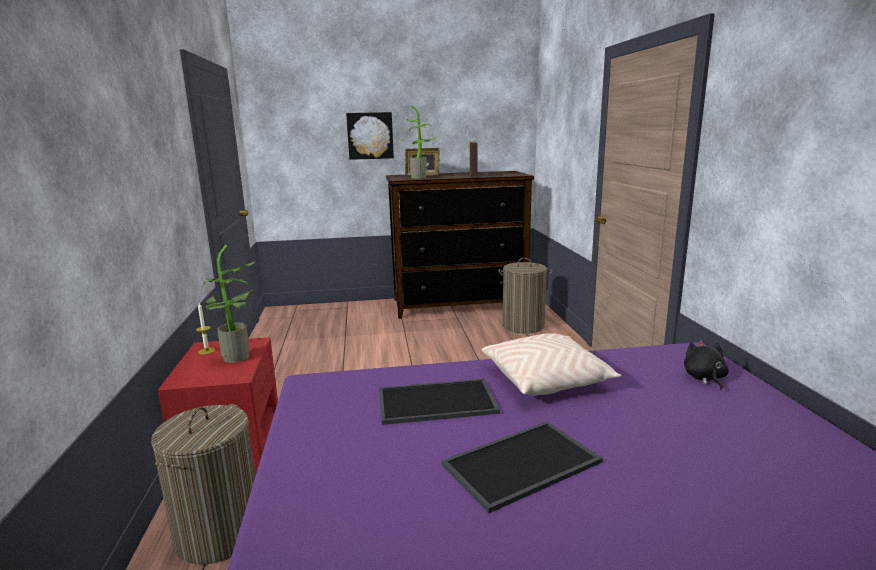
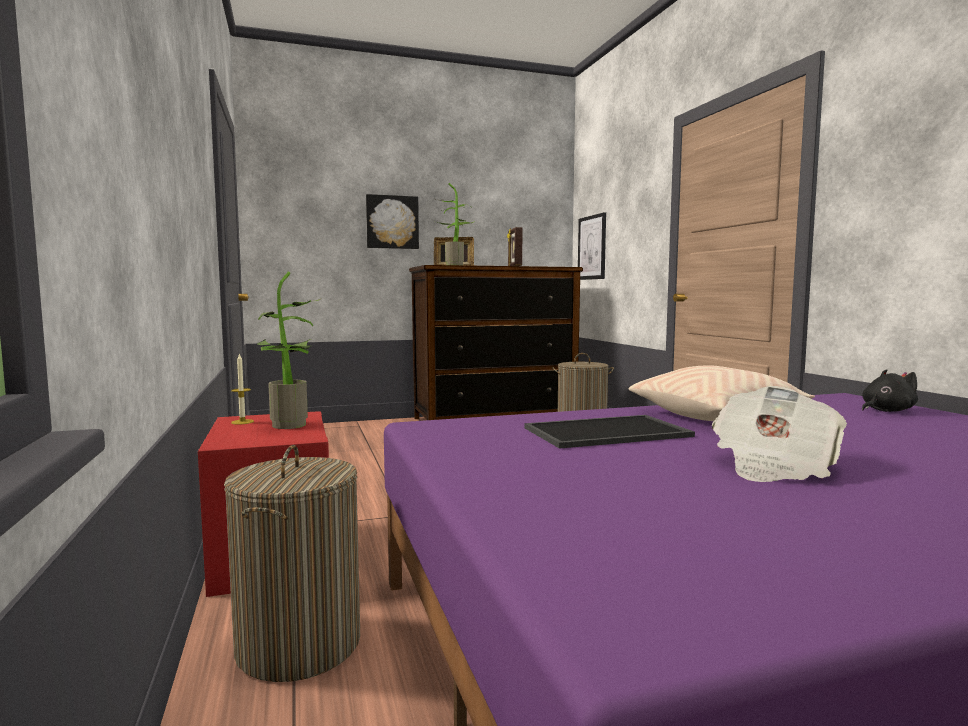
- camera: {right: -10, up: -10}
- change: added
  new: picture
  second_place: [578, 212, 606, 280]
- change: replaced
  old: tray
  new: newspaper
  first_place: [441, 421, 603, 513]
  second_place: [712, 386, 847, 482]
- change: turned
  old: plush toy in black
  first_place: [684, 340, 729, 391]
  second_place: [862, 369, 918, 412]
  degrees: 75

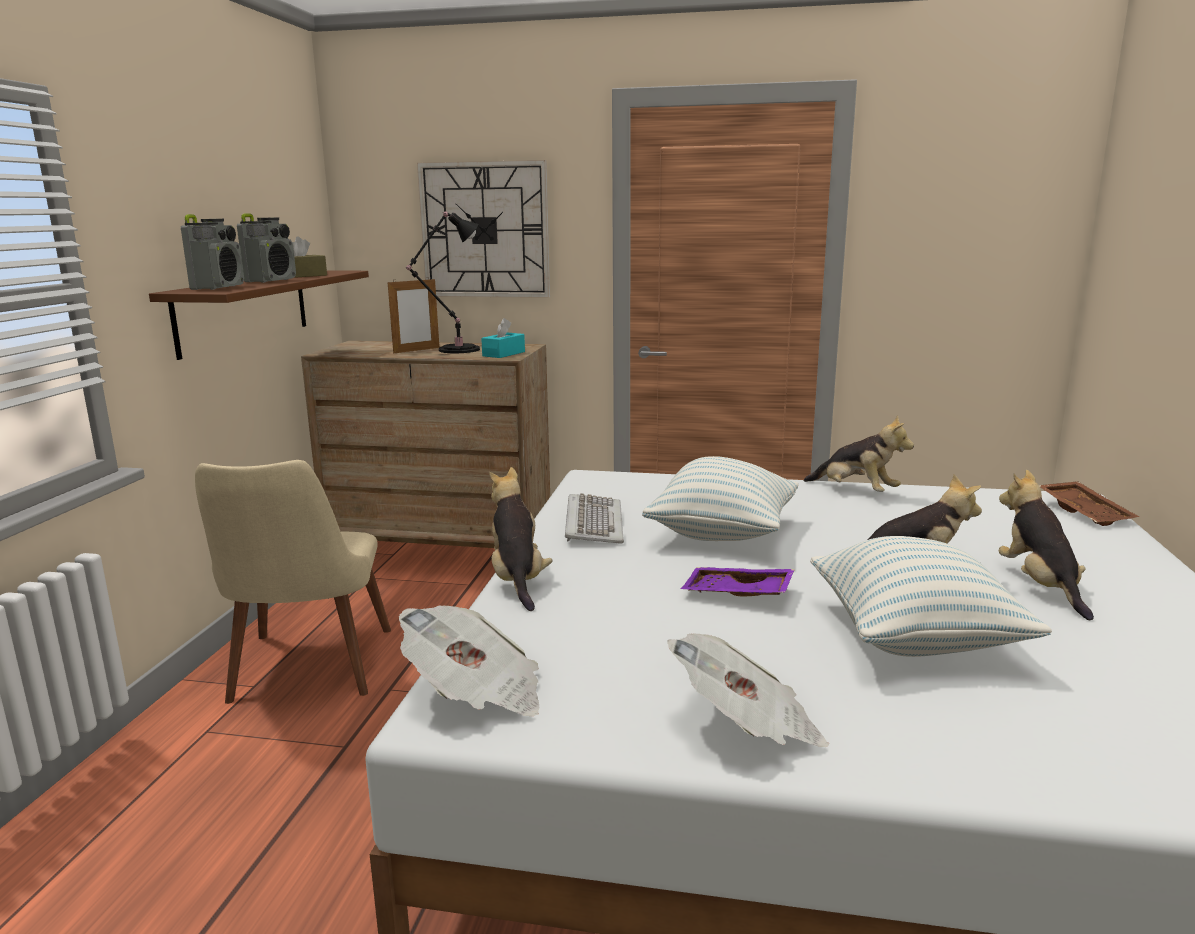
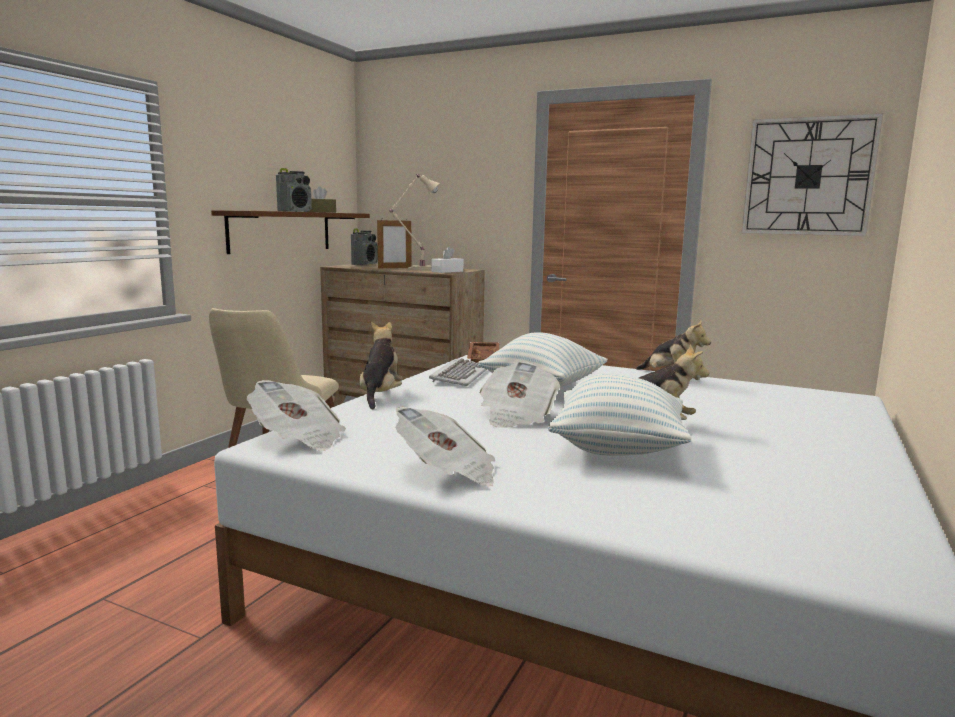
- camera: {right: 15, up: -5}
- change: removed
  old: plush toy
  first_place: [999, 470, 1094, 621]
- change: moved
  old: radio
  first_place: [181, 214, 244, 290]
  second_place: [351, 228, 378, 265]
- change: moved
  old: wall clock
  first_place: [417, 160, 550, 298]
  second_place: [741, 113, 883, 236]
- change: moved
  old: tray in brown
  first_place: [1039, 481, 1140, 526]
  second_place: [467, 342, 499, 363]
- change: replaced
  old: tray in purple
  new: newspaper
  first_place: [681, 567, 795, 597]
  second_place: [480, 361, 560, 428]
- change: recoloured
  old: table lamp in black
  new: table lamp in beige
  first_place: [406, 212, 480, 353]
  second_place: [390, 174, 440, 270]
- change: recoloured
  old: tissue box in turquoise
  new: tissue box in white
  first_place: [481, 318, 525, 358]
  second_place: [432, 246, 463, 273]

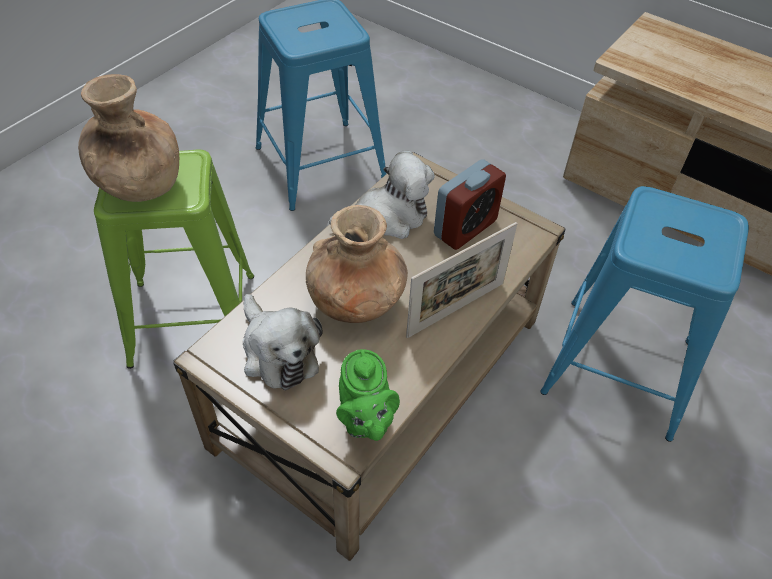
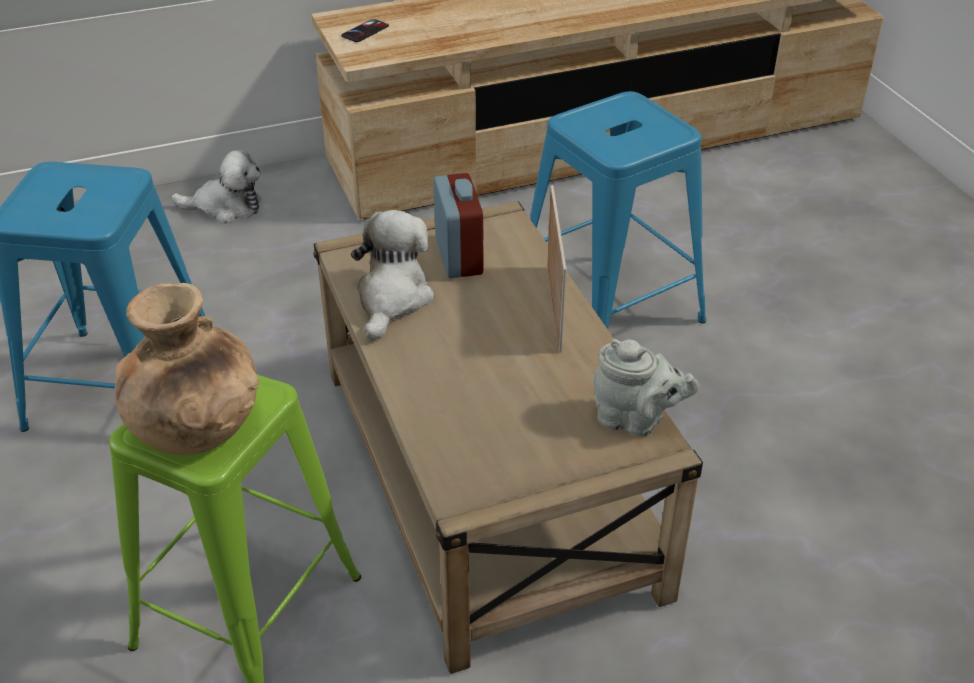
- camera: {right: -55, up: -10}
- change: removed
  old: vase in brown
  first_place: [306, 205, 408, 323]
- change: added
  new: phone
  second_place: [341, 19, 389, 42]
- change: moved
  old: plush toy
  first_place: [243, 294, 323, 391]
  second_place: [171, 150, 261, 223]
- change: recoloured
  old: teapot in green
  new: teapot in grey
  first_place: [336, 349, 400, 441]
  second_place: [593, 339, 700, 436]

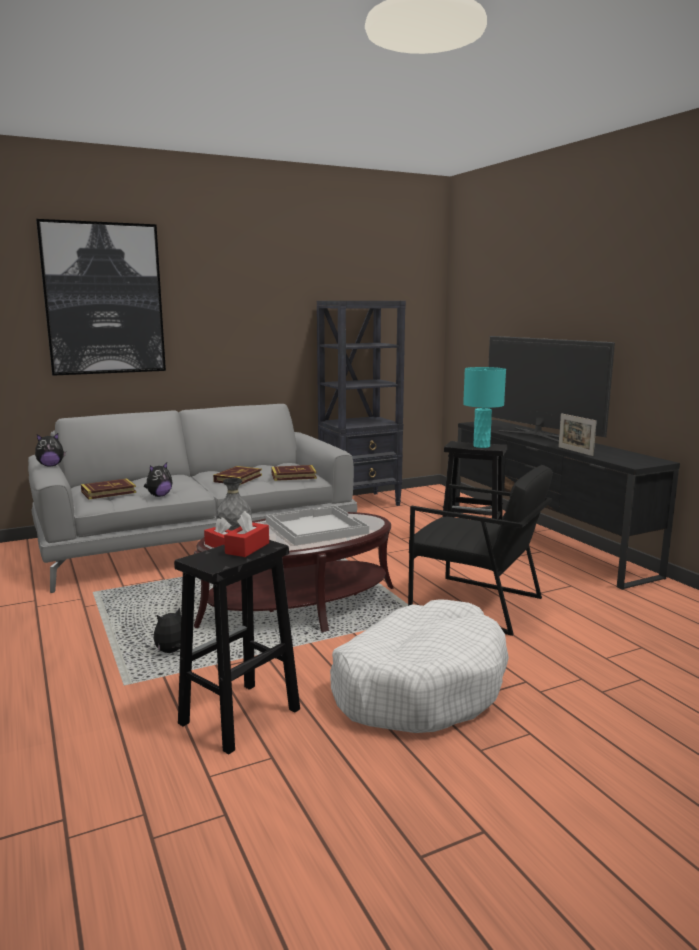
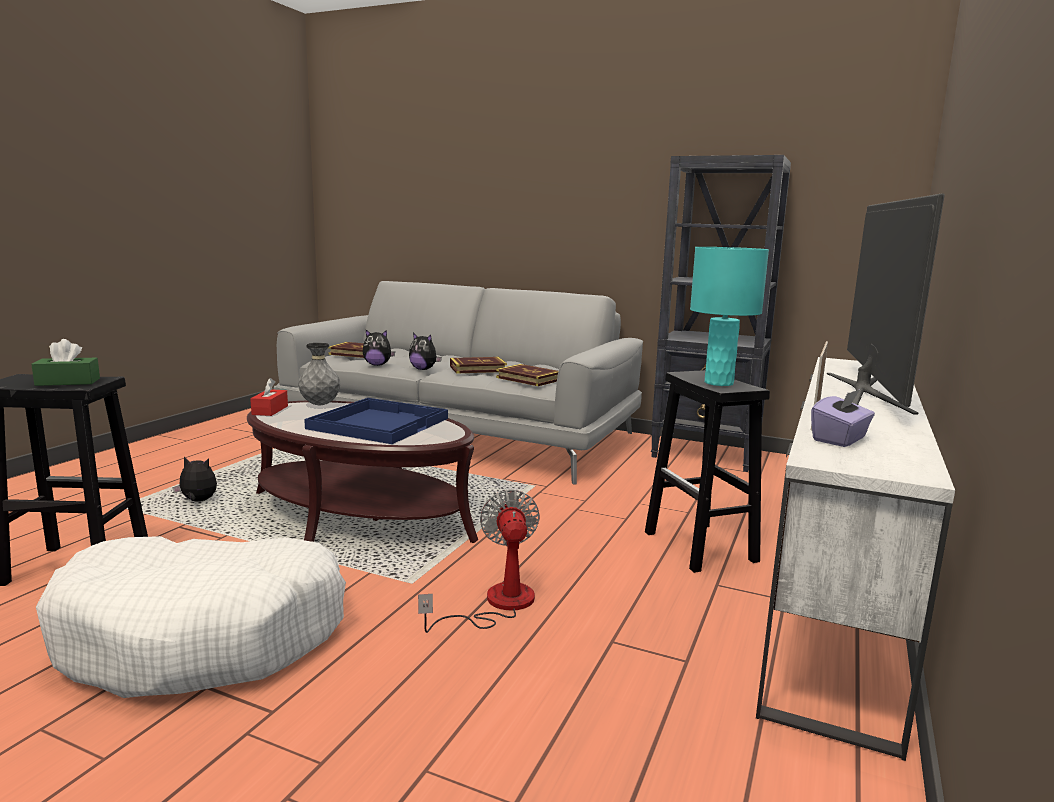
- camera: {right: 50, up: 0}
- change: removed
  old: picture
  first_place: [36, 219, 166, 376]
- change: added
  new: tissue box in purple
  second_place: [811, 389, 875, 447]
- change: moved
  old: plush toy
  first_place: [35, 433, 66, 466]
  second_place: [409, 333, 442, 370]
- change: replaced
  old: armchair in black
  new: fan
  first_place: [408, 465, 552, 636]
  second_place: [418, 489, 540, 633]
- change: recoloured
  old: tissue box in red
  new: tissue box in green
  first_place: [224, 511, 269, 557]
  second_place: [31, 339, 100, 386]
- change: recoloured
  old: tray in white
  new: tray in blue
  first_place: [266, 505, 369, 546]
  second_place: [304, 398, 448, 444]
- change: recoloured
  old: tv stand in black
  new: tv stand in white
  first_place: [455, 420, 680, 590]
  second_place: [756, 357, 955, 761]

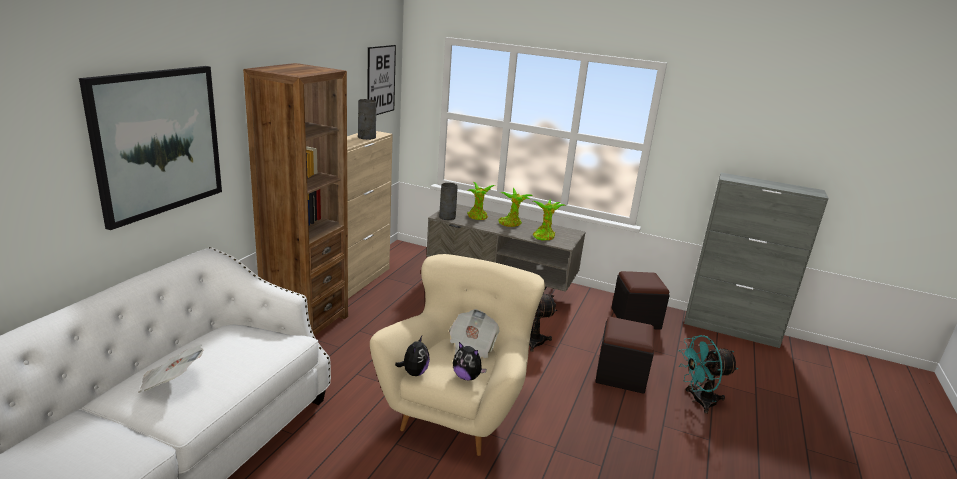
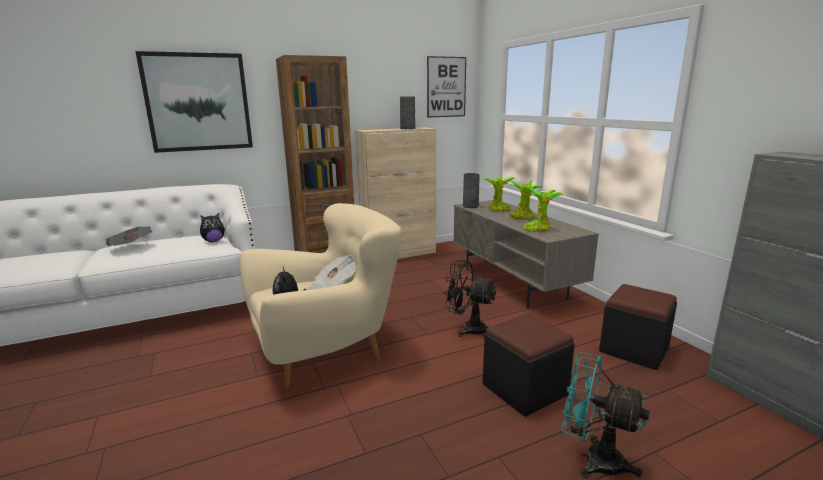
- camera: {right: 45, up: -5}
- change: moved
  old: plush toy
  first_place: [395, 336, 430, 376]
  second_place: [200, 213, 225, 242]

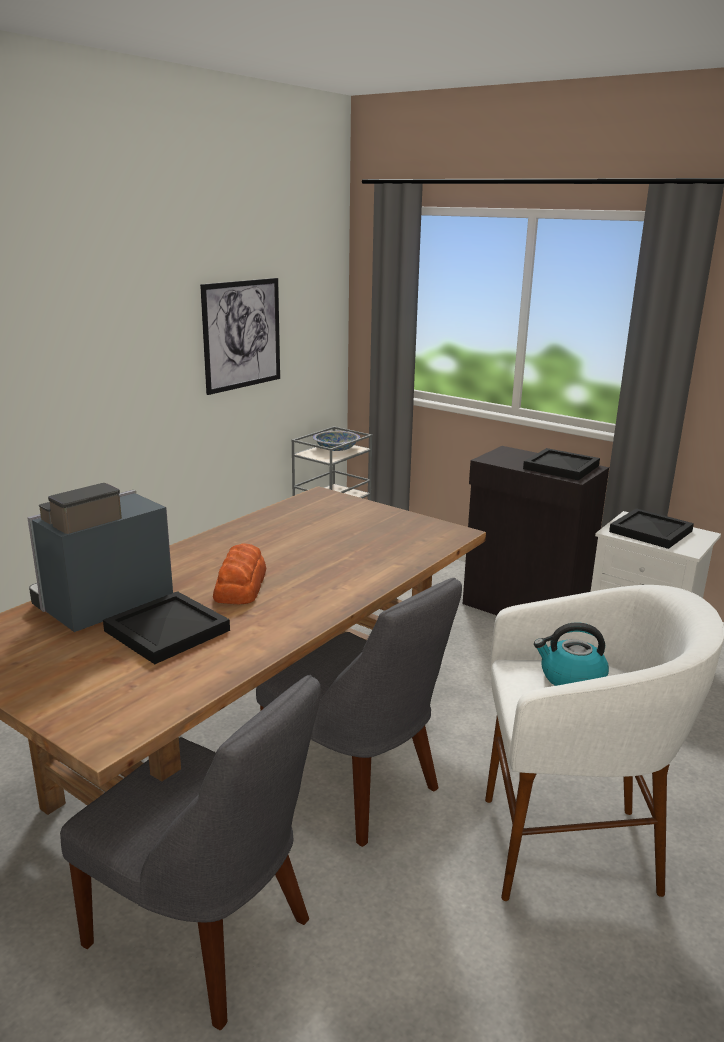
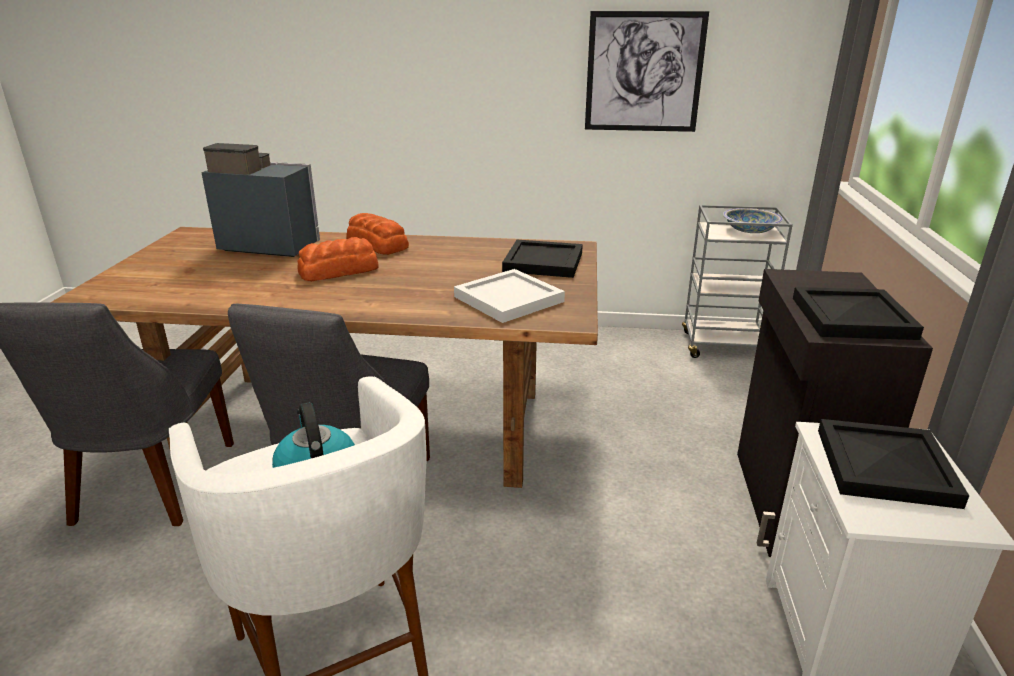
- camera: {right: 60, up: 5}
- change: added
  new: bread
  second_place: [346, 213, 409, 255]
- change: added
  new: tray in white
  second_place: [454, 269, 565, 323]
- change: moved
  old: tray in black
  first_place: [103, 591, 230, 664]
  second_place: [502, 240, 583, 278]

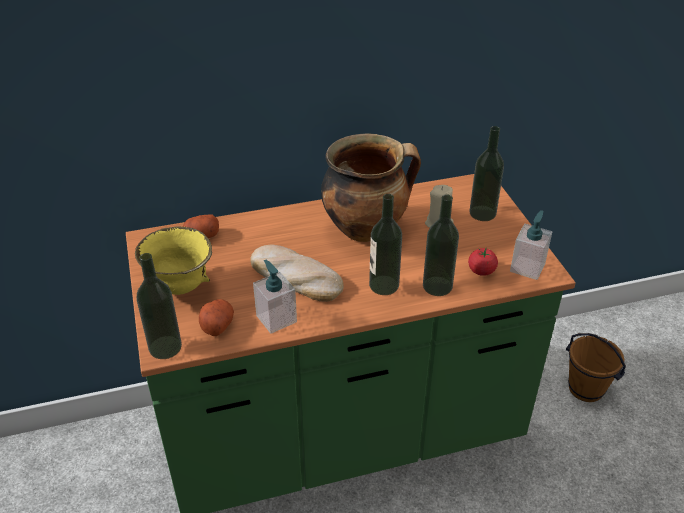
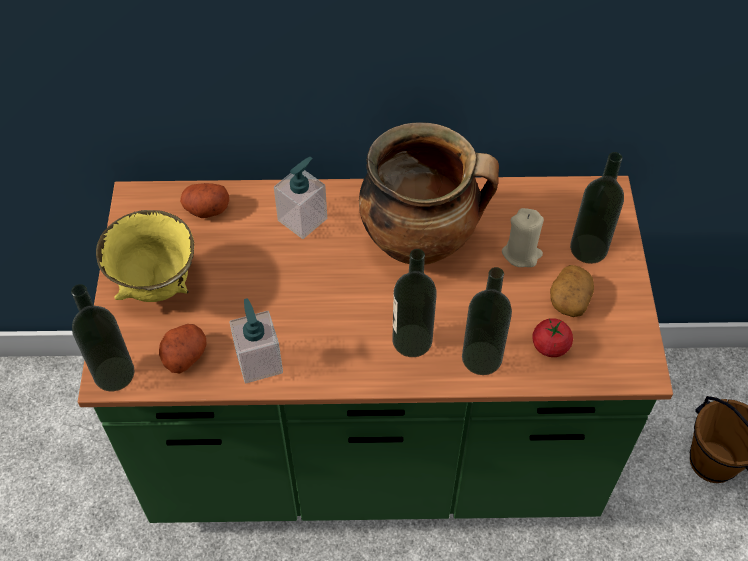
- camera: {right: 15, up: 15}
- change: removed
  old: bread
  first_place: [250, 245, 344, 302]
- change: added
  new: potato
  second_place: [550, 265, 594, 317]
- change: moved
  old: soap dispenser
  first_place: [510, 210, 552, 280]
  second_place: [274, 157, 327, 239]

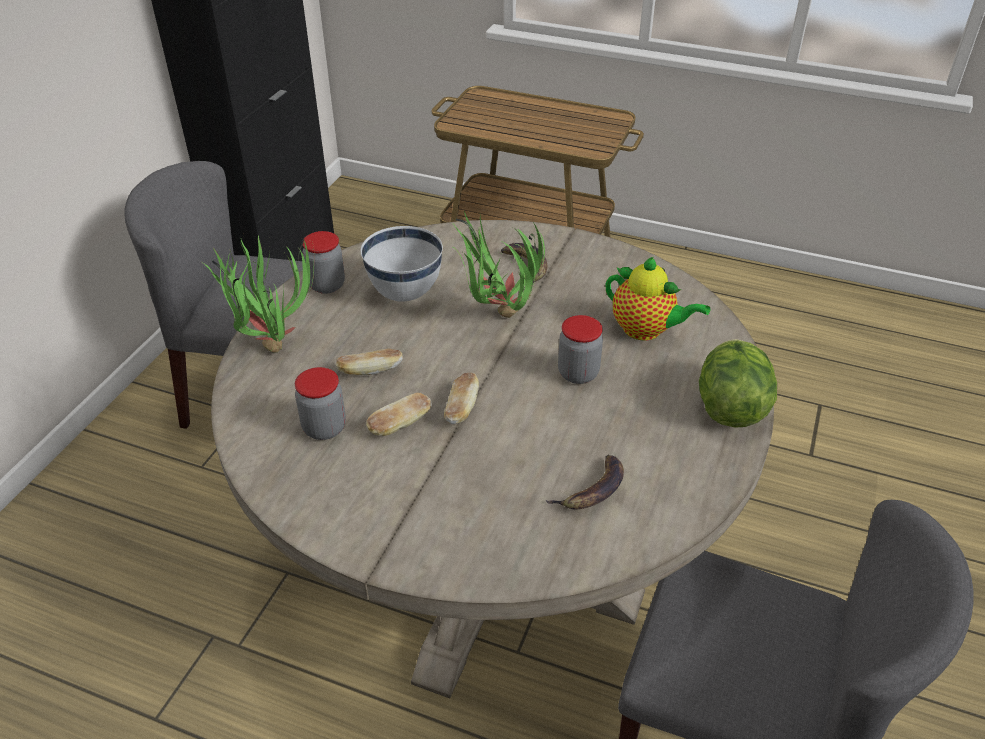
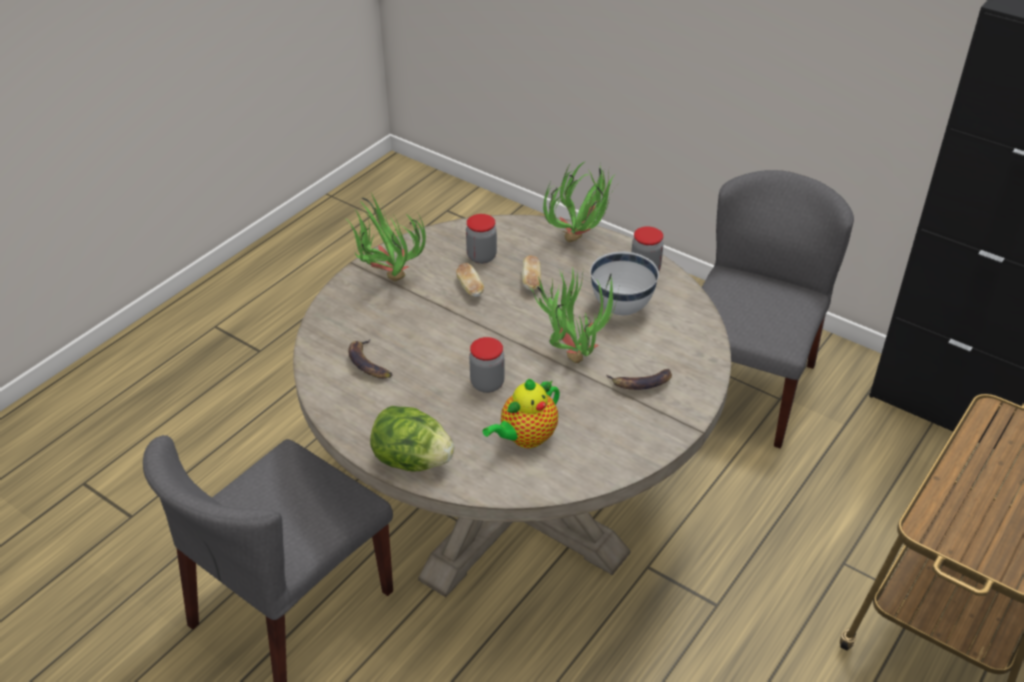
- camera: {right: 105, up: 0}
- change: removed
  old: bread
  first_place: [444, 373, 479, 424]
- change: added
  new: potted plant
  second_place: [345, 193, 426, 281]

